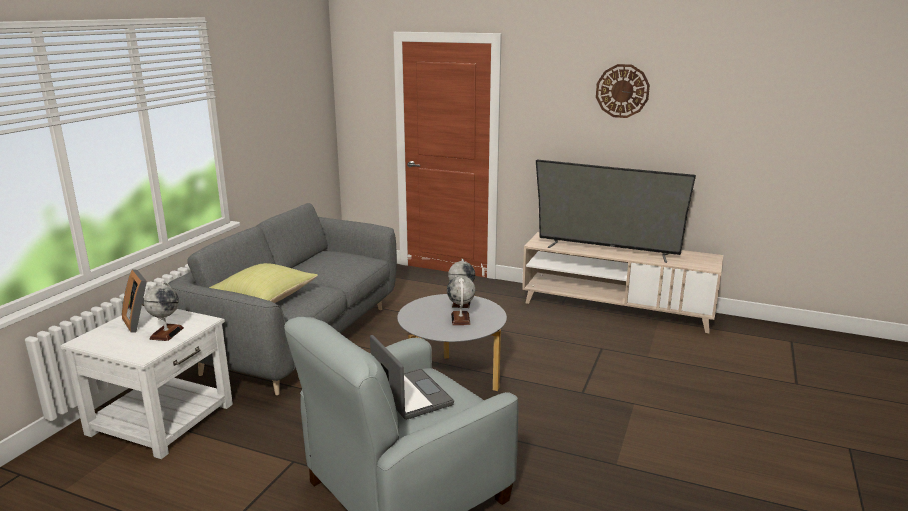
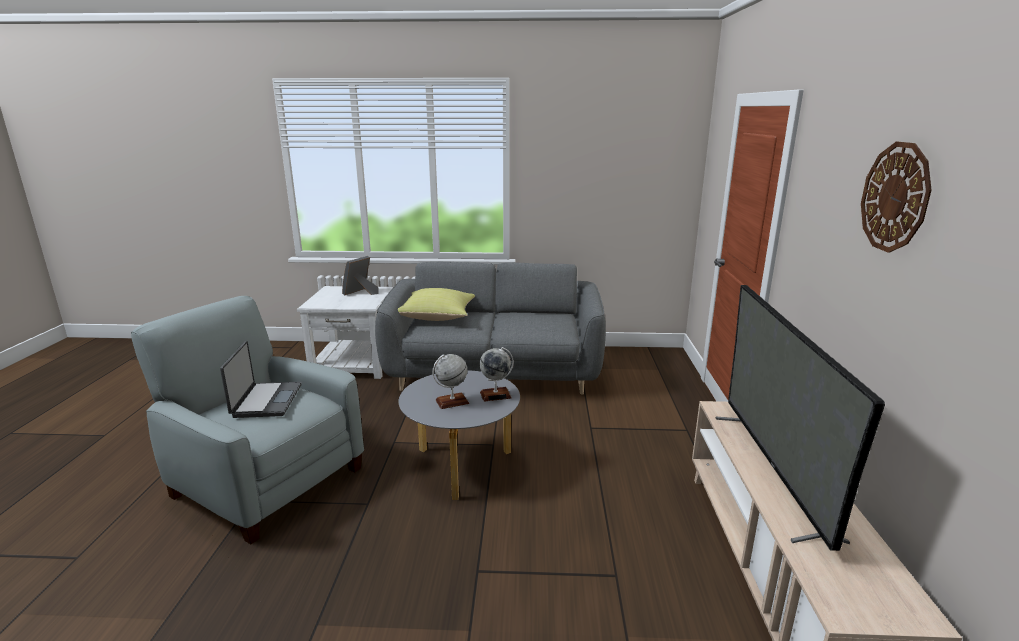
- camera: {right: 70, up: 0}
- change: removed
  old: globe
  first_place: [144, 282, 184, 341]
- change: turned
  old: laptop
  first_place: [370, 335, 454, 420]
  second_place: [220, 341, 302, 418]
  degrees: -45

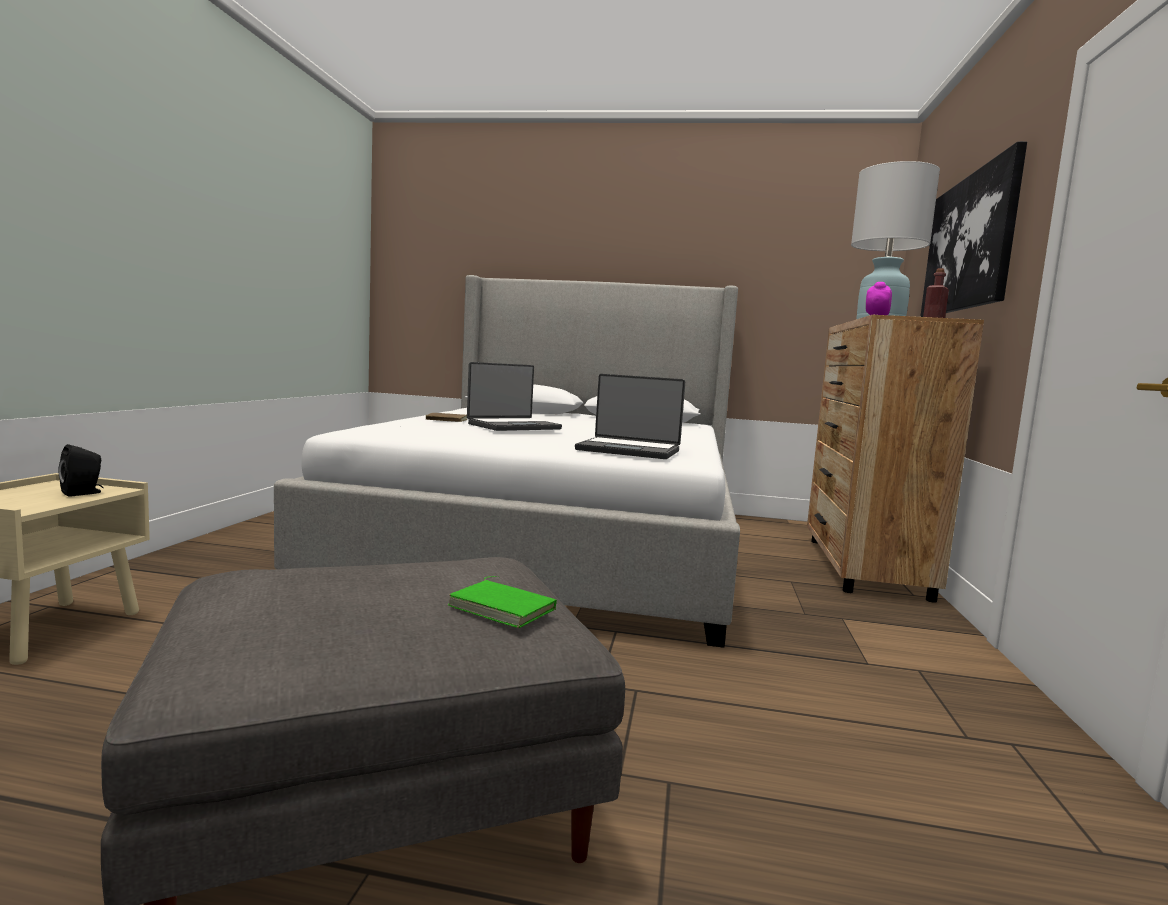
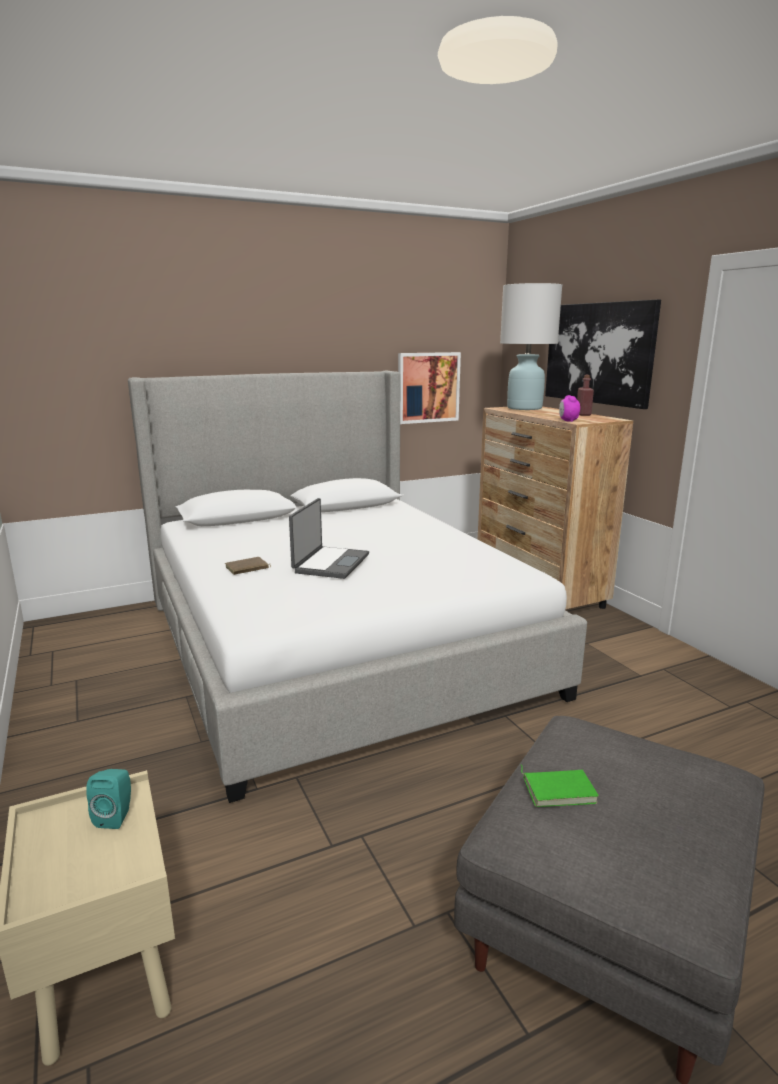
- camera: {right: -35, up: 10}
- change: removed
  old: laptop
  first_place: [575, 374, 685, 459]
- change: added
  new: picture
  second_place: [398, 352, 461, 424]
- change: moved
  old: book in green
  first_place: [448, 576, 557, 628]
  second_place: [521, 765, 599, 807]
- change: recoloured
  old: speaker in black
  new: speaker in turquoise
  first_place: [58, 444, 104, 497]
  second_place: [86, 769, 131, 829]

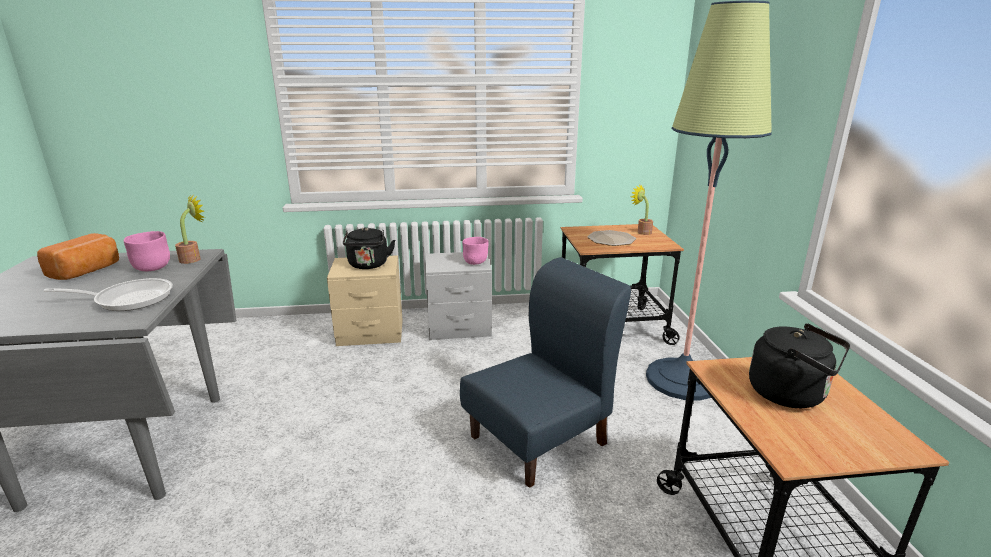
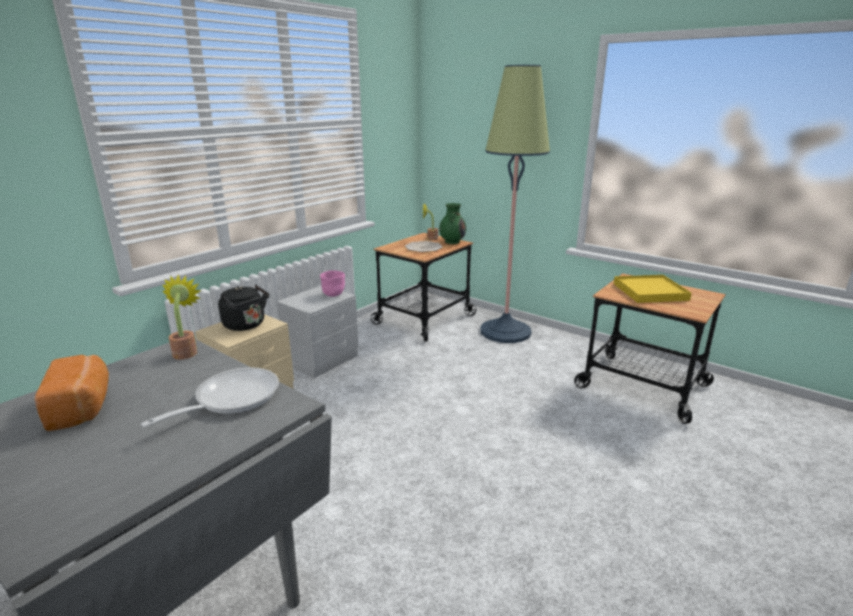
- camera: {right: -45, up: 0}
- change: removed
  old: bowl in pink
  first_place: [124, 231, 170, 271]
- change: removed
  old: chair in blue
  first_place: [460, 257, 631, 488]
- change: added
  new: vase in green
  second_place: [439, 203, 466, 244]
- change: replaced
  old: kettle in black
  new: tray in yellow
  first_place: [749, 323, 850, 408]
  second_place: [613, 275, 692, 303]

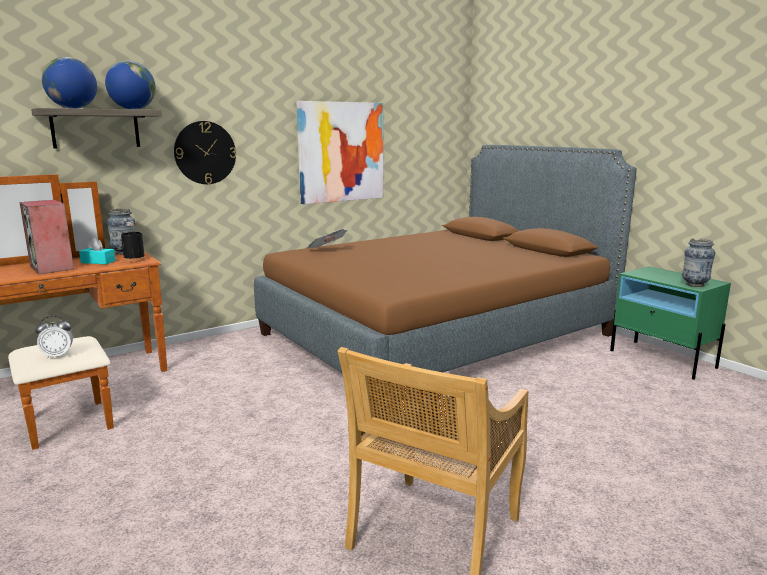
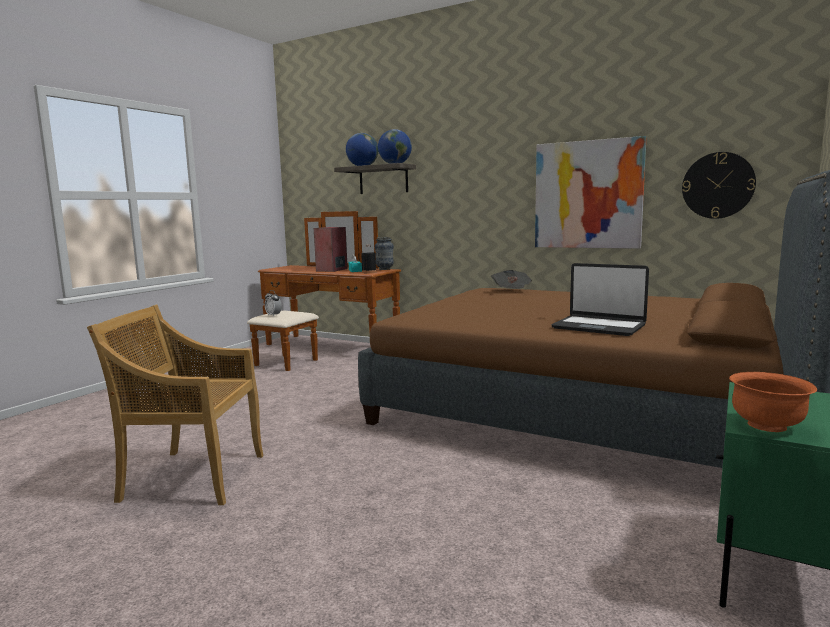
- camera: {right: 65, up: -5}
- change: added
  new: laptop
  second_place: [551, 263, 649, 336]
- change: moved
  old: wall clock
  first_place: [174, 121, 236, 184]
  second_place: [682, 152, 756, 219]
- change: replaced
  old: vase
  new: bowl in orange
  first_place: [682, 239, 715, 287]
  second_place: [729, 372, 817, 432]

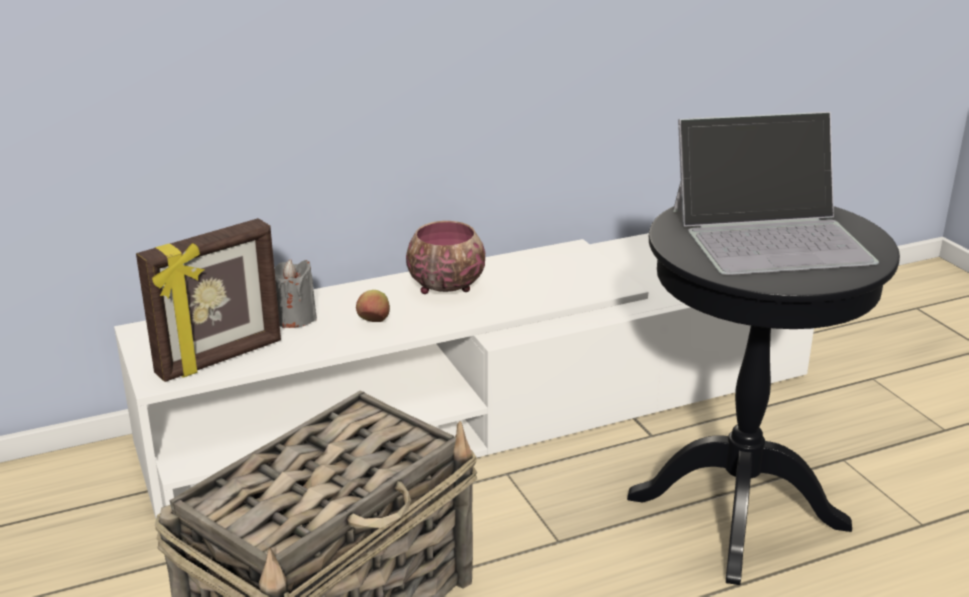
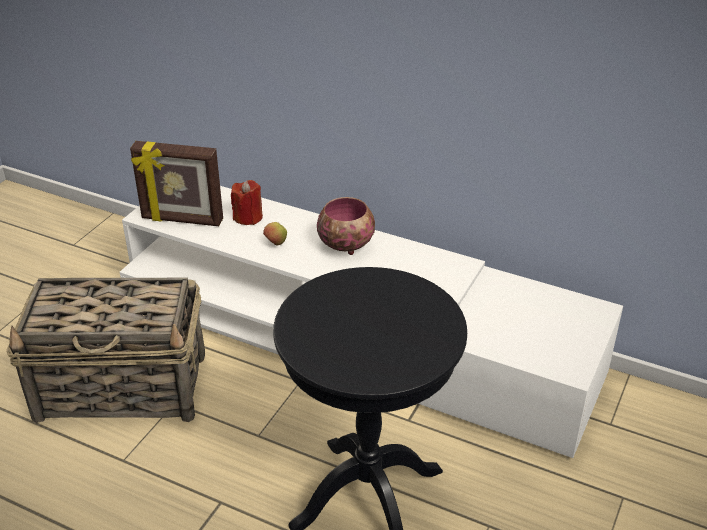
- camera: {right: 50, up: 10}
- change: removed
  old: laptop
  first_place: [673, 112, 879, 275]
- change: recoloured
  old: candle in grey
  new: candle in red
  first_place: [274, 259, 317, 328]
  second_place: [231, 180, 263, 225]

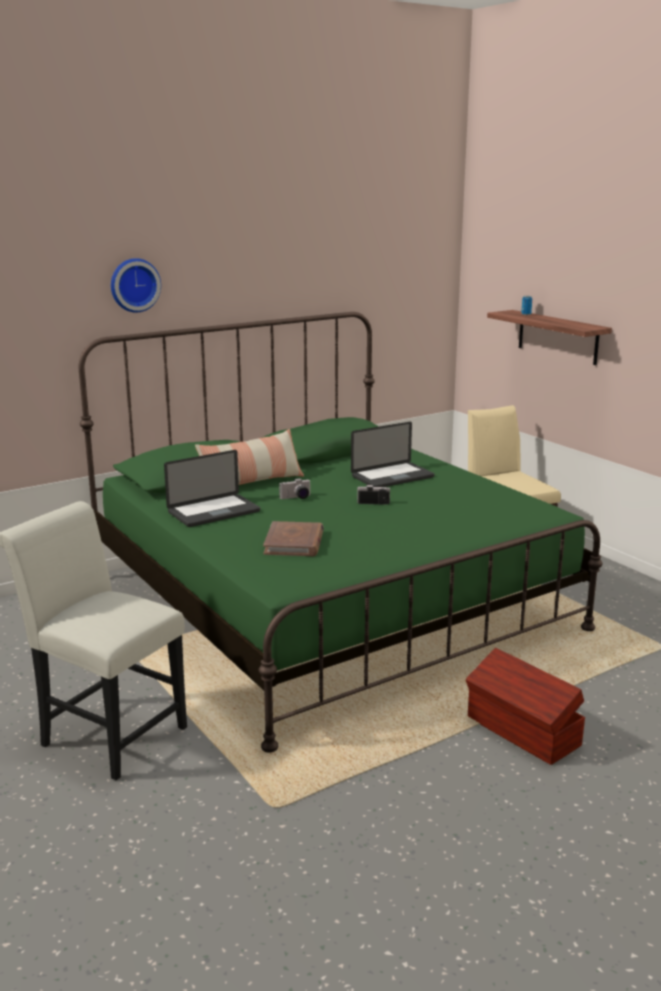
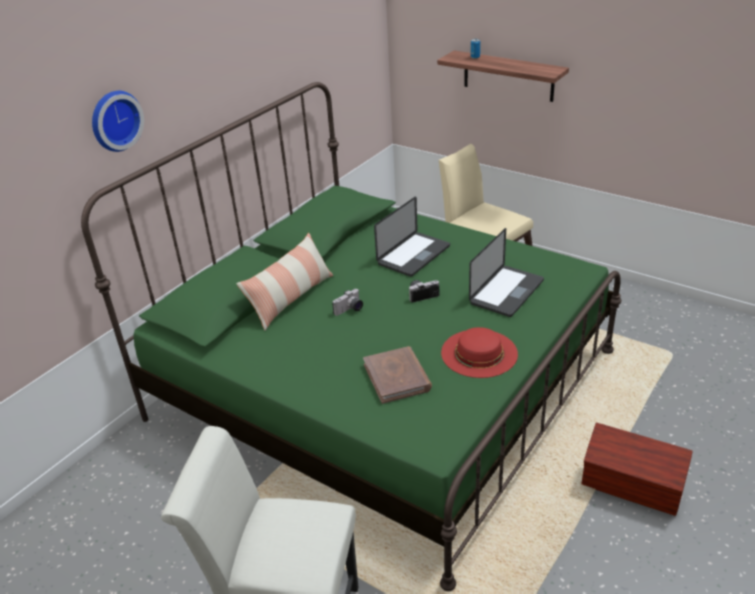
- camera: {right: -20, up: 15}
- change: added
  new: hat in red
  second_place: [441, 327, 518, 378]
- change: moved
  old: laptop
  first_place: [164, 450, 260, 527]
  second_place: [469, 228, 544, 317]

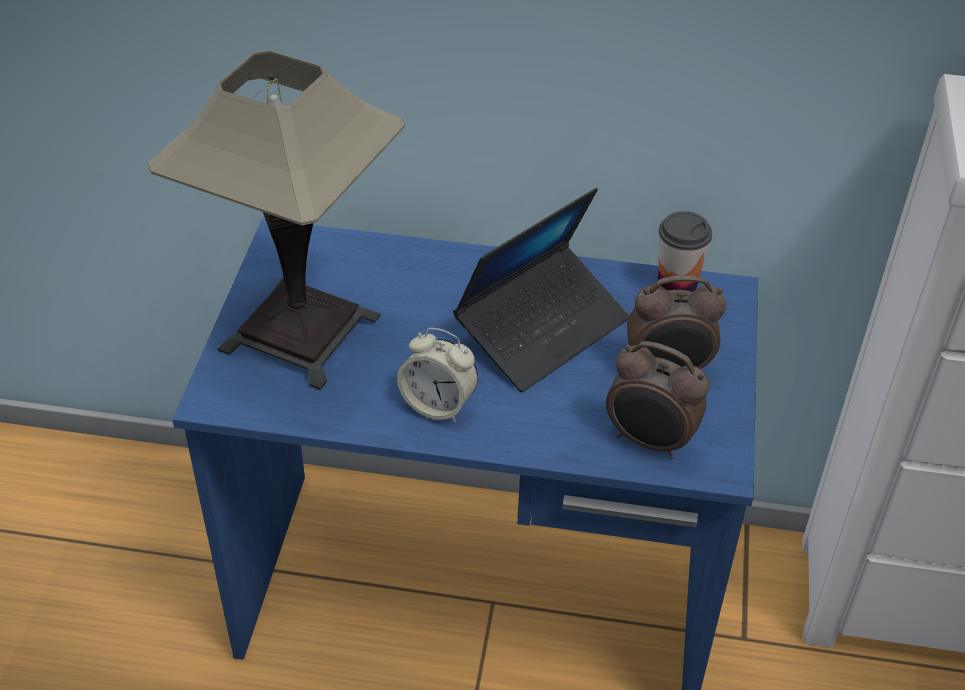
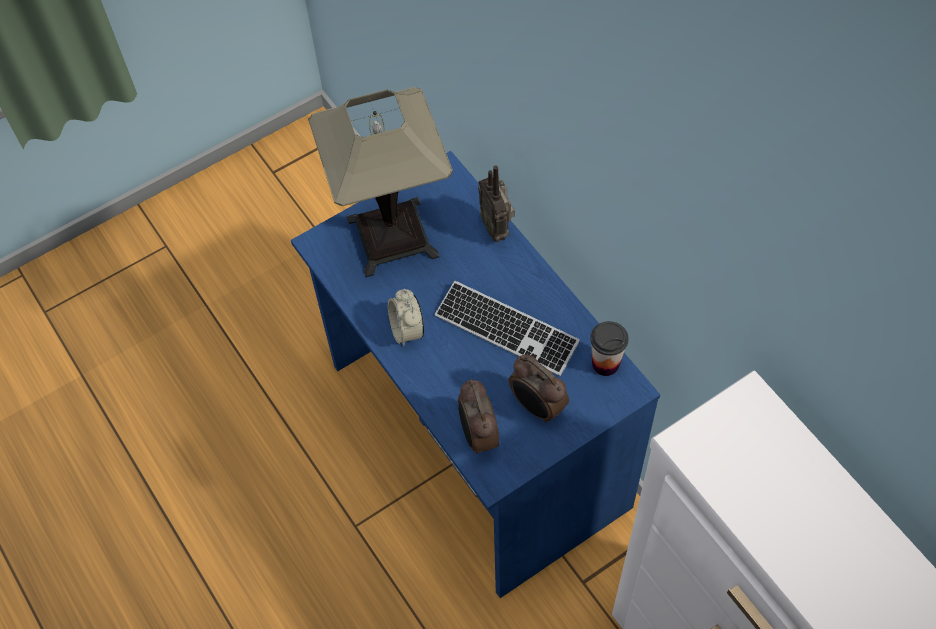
- camera: {right: 50, up: 15}
- change: added
  new: radio
  second_place: [478, 165, 515, 242]
- change: replaced
  old: laptop
  new: keyboard
  first_place: [453, 188, 629, 392]
  second_place: [435, 281, 580, 376]

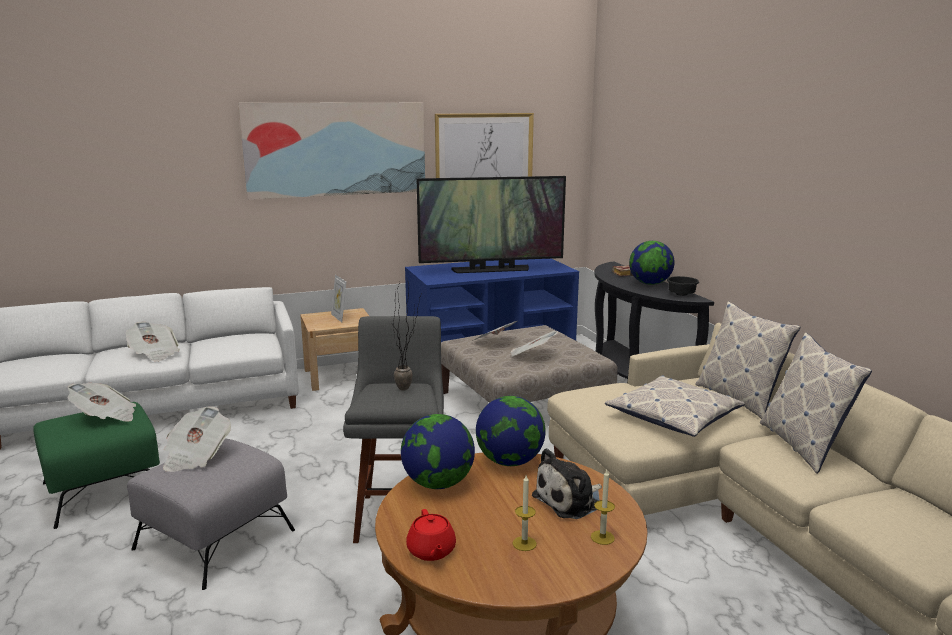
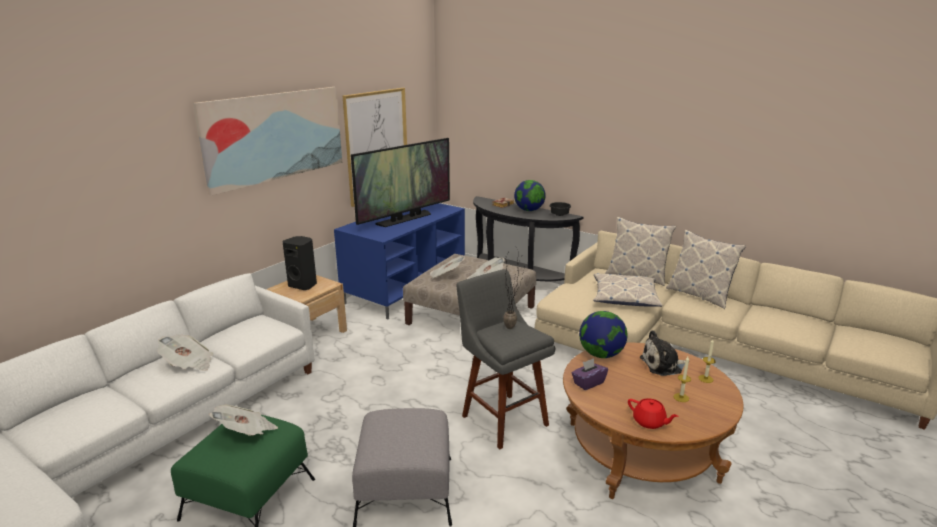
- camera: {right: -35, up: 5}
- change: removed
  old: newspaper
  first_place: [163, 406, 231, 472]
- change: replaced
  old: picture frame
  new: speaker in black
  first_place: [331, 275, 346, 322]
  second_place: [283, 236, 317, 290]
- change: replaced
  old: globe
  new: tissue box in purple
  first_place: [401, 414, 475, 489]
  second_place: [572, 358, 608, 390]
- change: turned
  old: plush toy
  first_place: [532, 448, 602, 519]
  second_place: [640, 330, 686, 376]
  degrees: 60

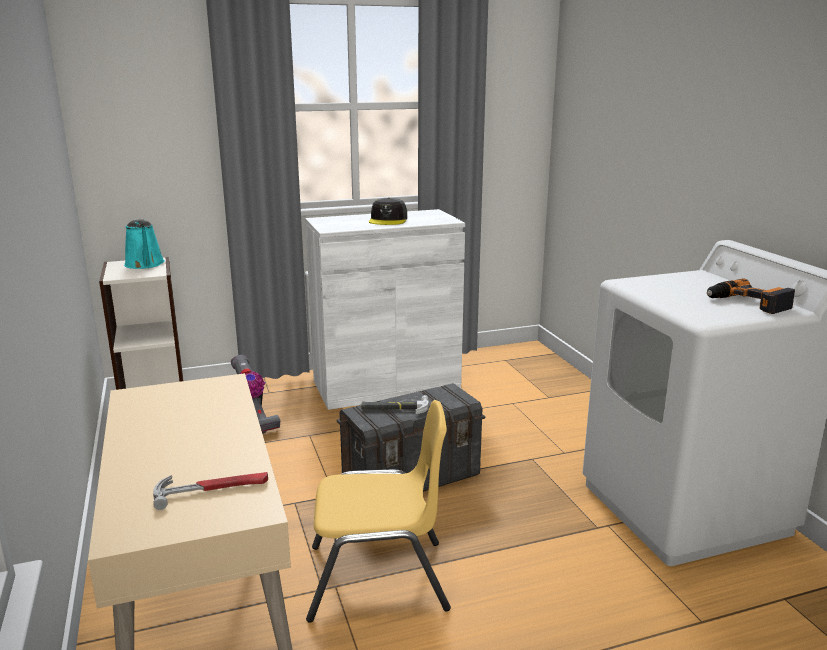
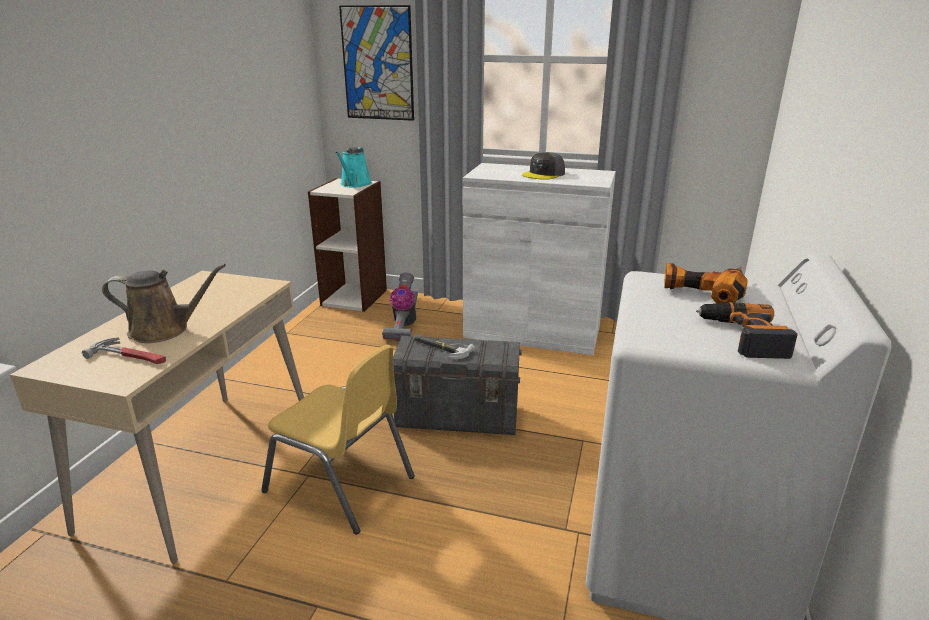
- camera: {right: 35, up: 5}
- change: added
  new: watering can in brown
  second_place: [102, 264, 226, 343]
- change: added
  new: picture
  second_place: [339, 5, 414, 121]
- change: added
  new: power drill
  second_place: [664, 263, 748, 304]

